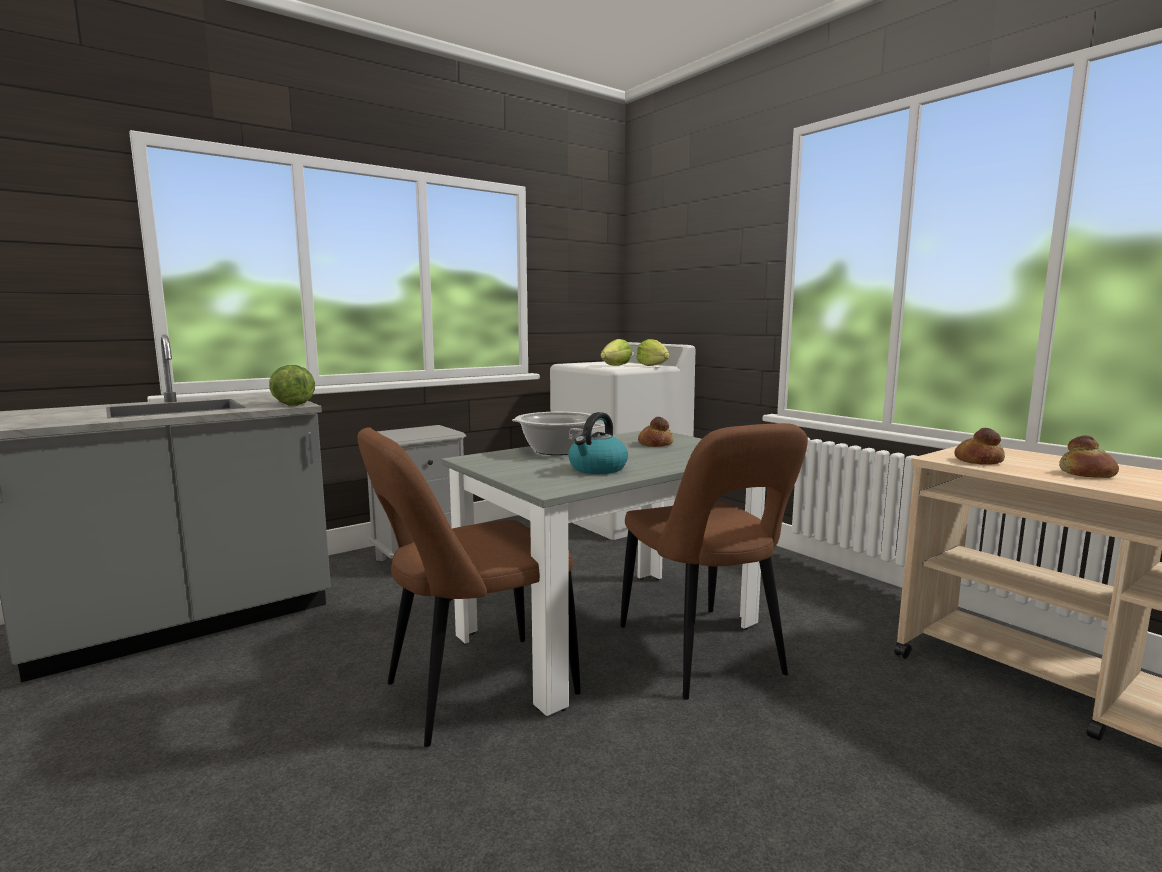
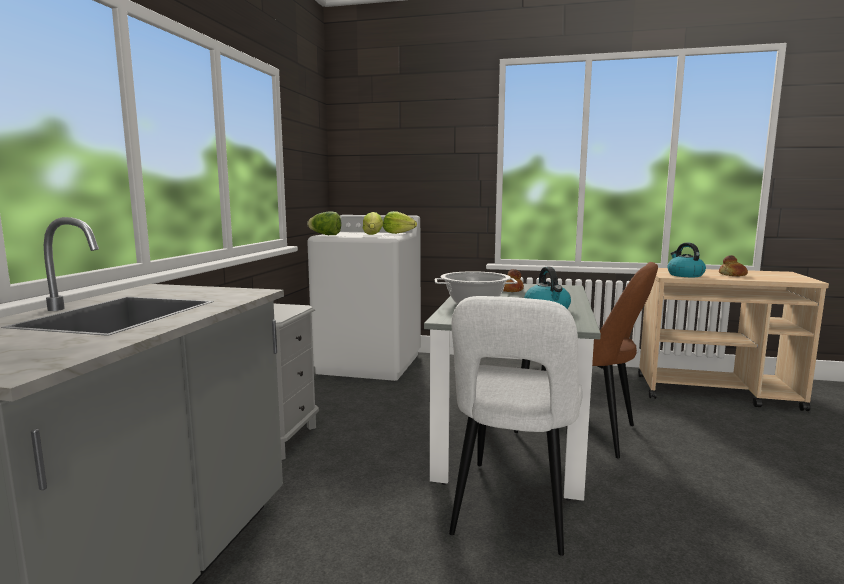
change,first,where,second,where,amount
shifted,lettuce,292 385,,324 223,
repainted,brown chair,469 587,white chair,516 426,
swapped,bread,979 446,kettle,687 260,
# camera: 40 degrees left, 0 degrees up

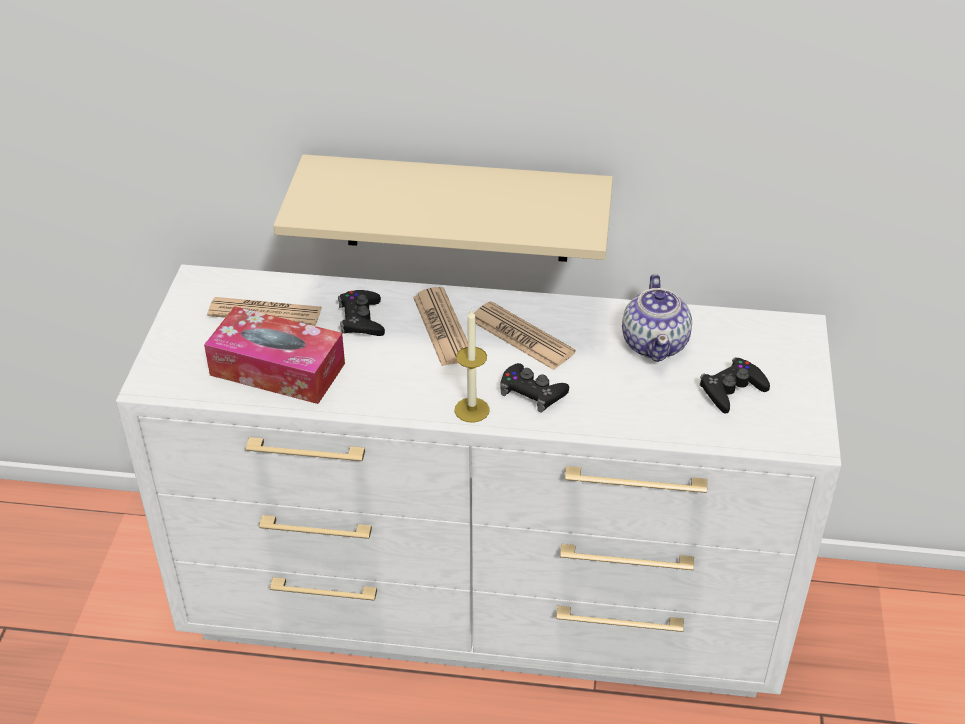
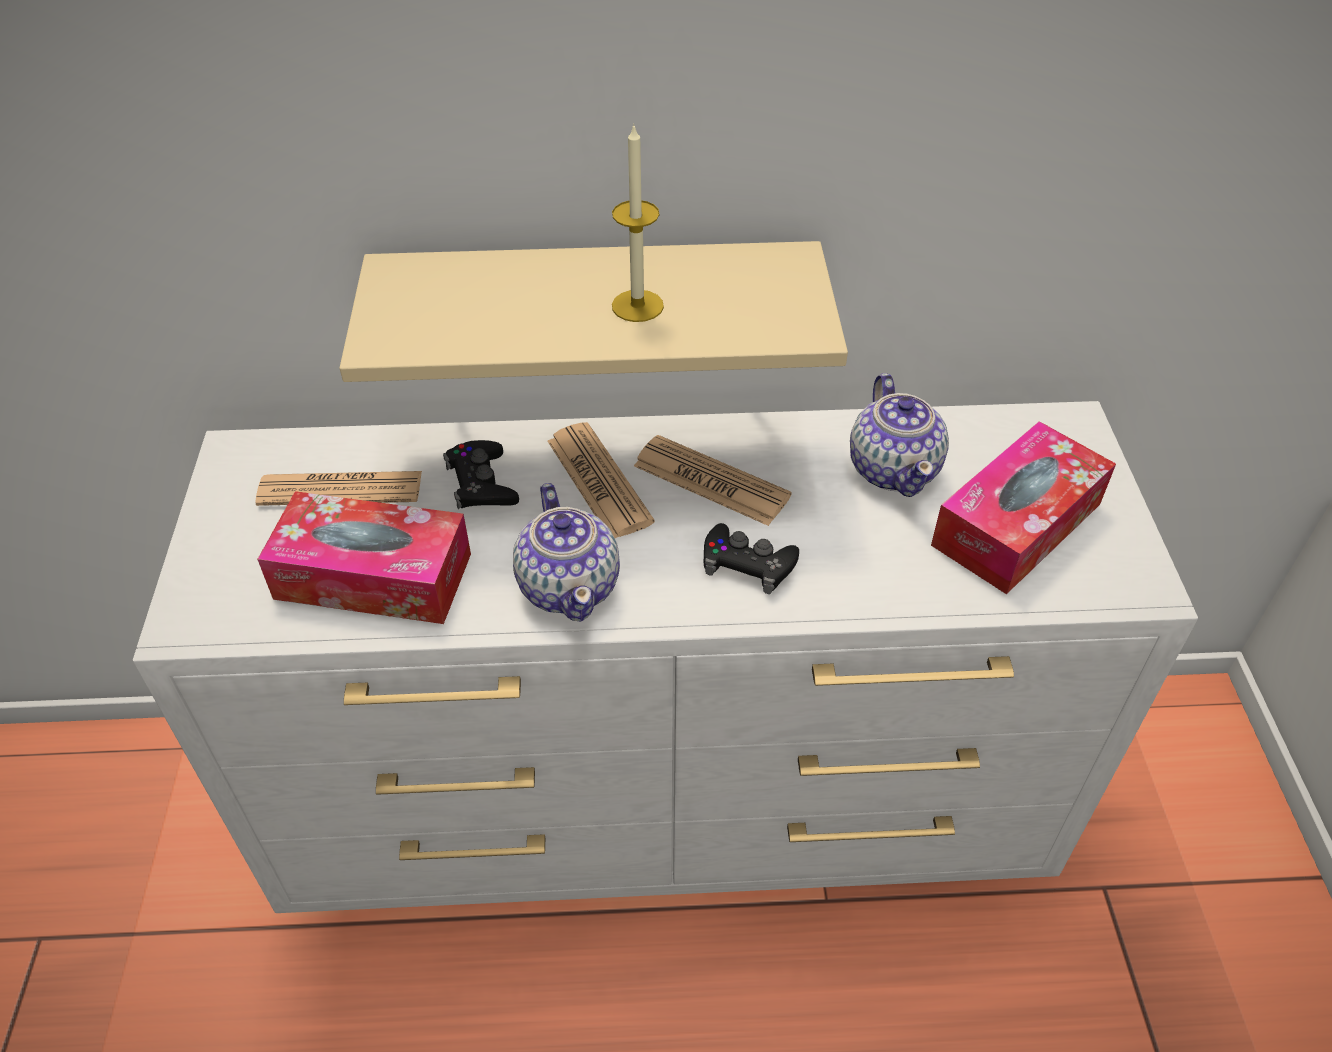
change,first,where,second,where,amount
shifted,candle,472 365,,638 222,
swapped,black game controller,735 385,tissue box,1023 507,
new,,,teapot,566 552,
# camera: 10 degrees left, 5 degrees up

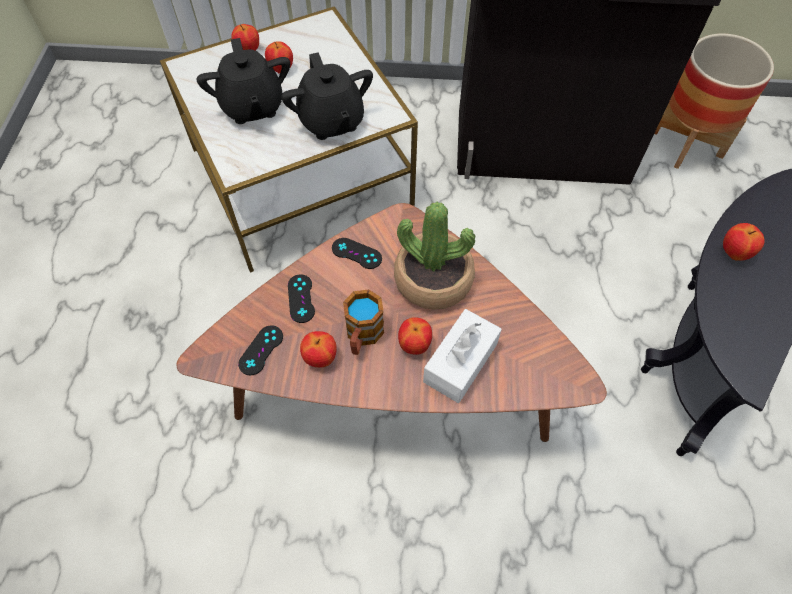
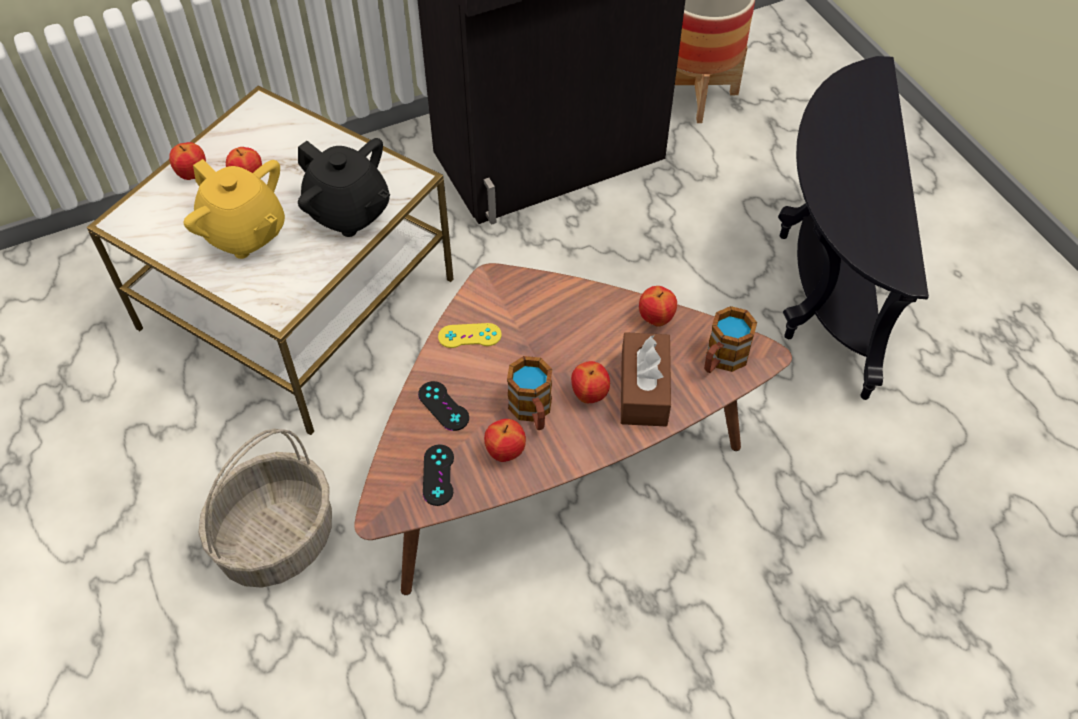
change,first,where,second,where,amount
repainted,black teapot,243 81,yellow teapot,234 209,
gone,potted plant,434 256,,,
shifted,apple,744 242,,658 306,
repainted,black game controller,357 253,yellow game controller,470 335,
repainted,white tissue box,462 356,brown tissue box,646 379,
new,,,mug,730 339,
new,,,basket,265 508,
# camera: 30 degrees left, 5 degrees down

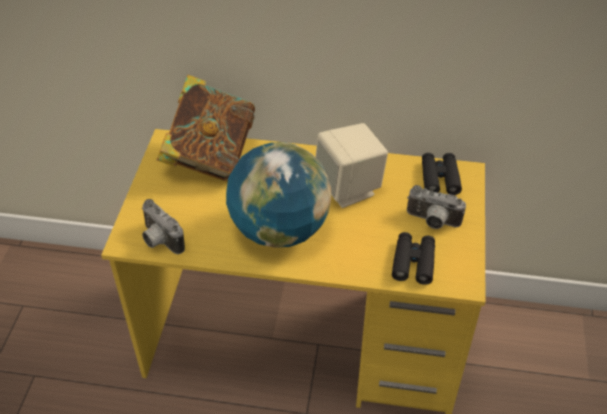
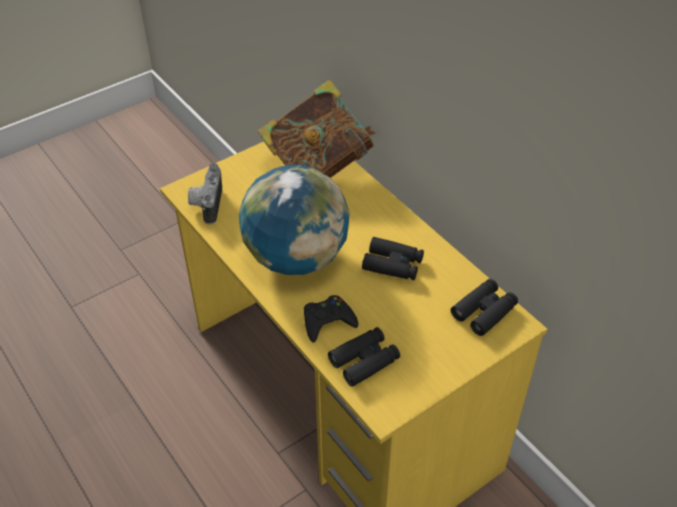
change,first,where,second,where,amount
swapped,beige speaker,352 165,black binoculars,393 258,
gone,photo camera,436 207,,,
new,,,black game controller,331 319,
# camera: 45 degrees right, 0 degrees up

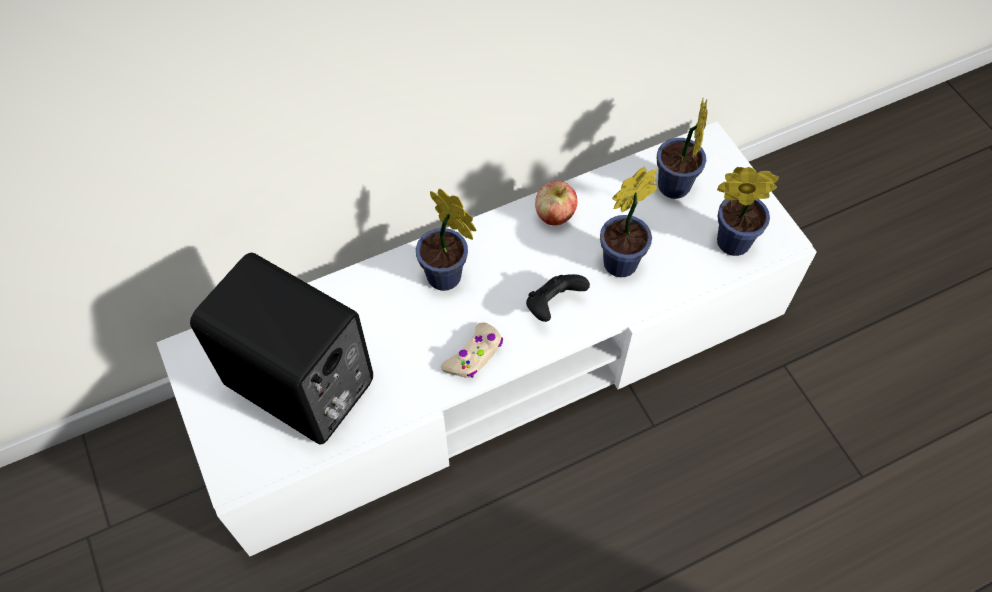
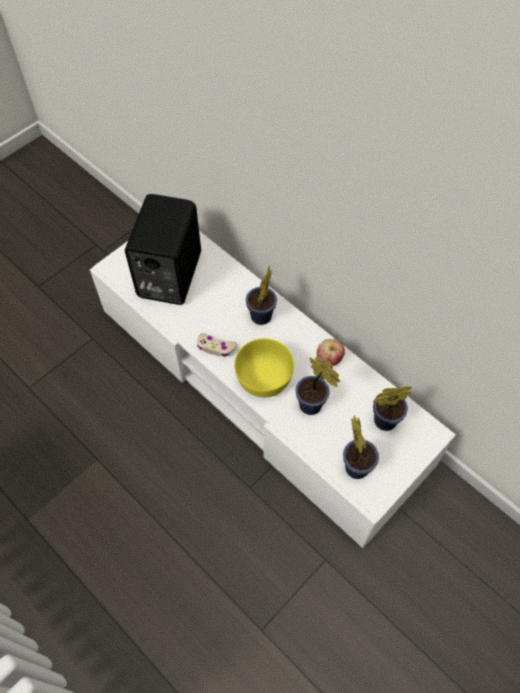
change,first,where,second,where,amount
swapped,black game controller,558 298,yellow bowl,264 367,
# camera: 70 degrees right, 0 degrees up

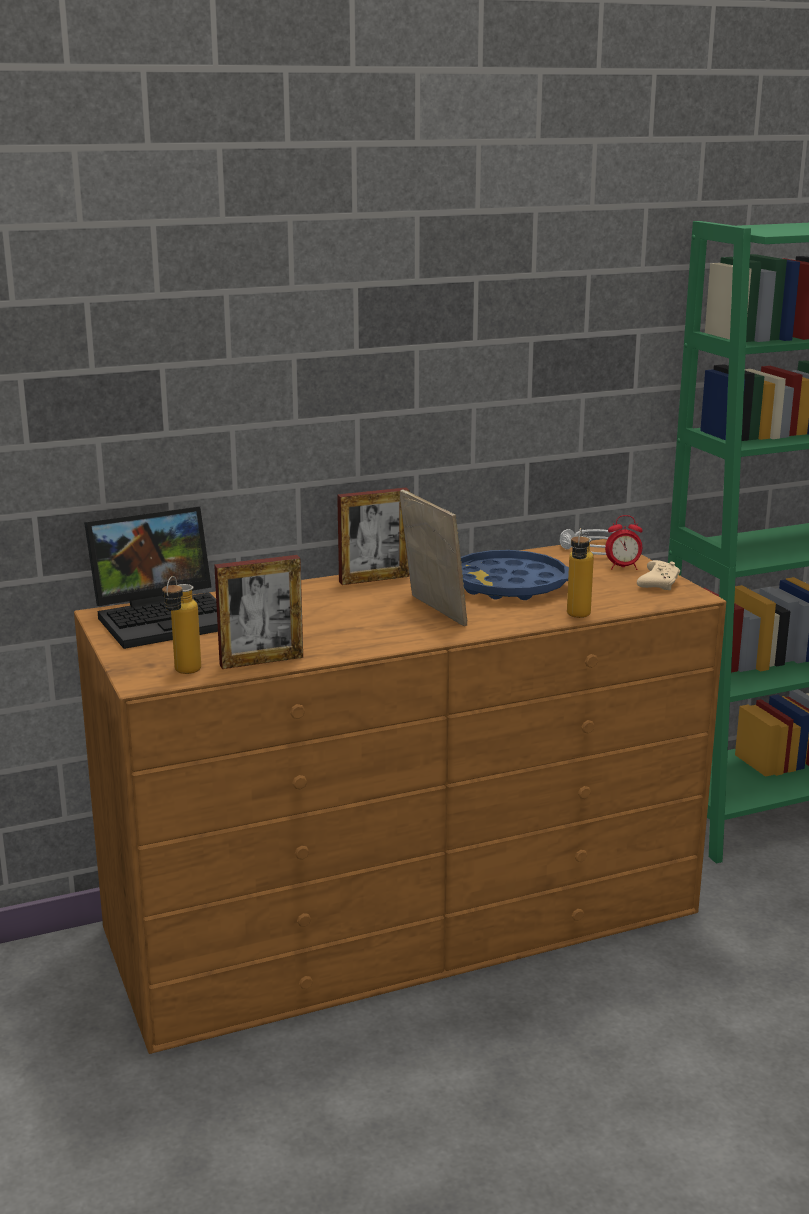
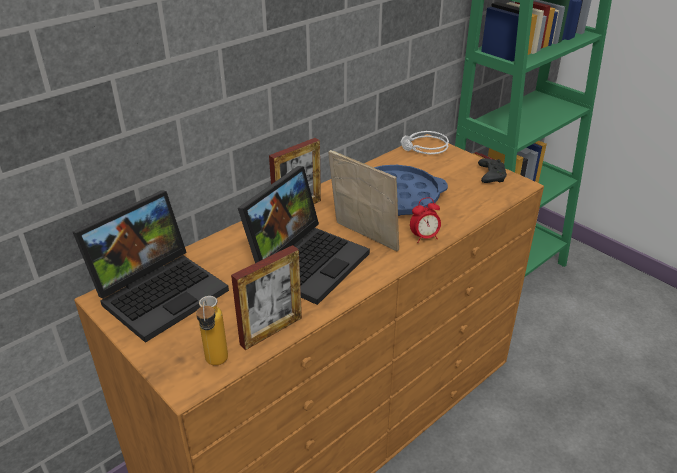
change,first,where,second,where,amount
shifted,alarm clock,624 542,,425 220,
gone,bottle,580 573,,,
repainted,beige game controller,658 575,black game controller,492 170,
new,,,laptop,304 235,
# camera: 20 degrees left, 15 degrees up

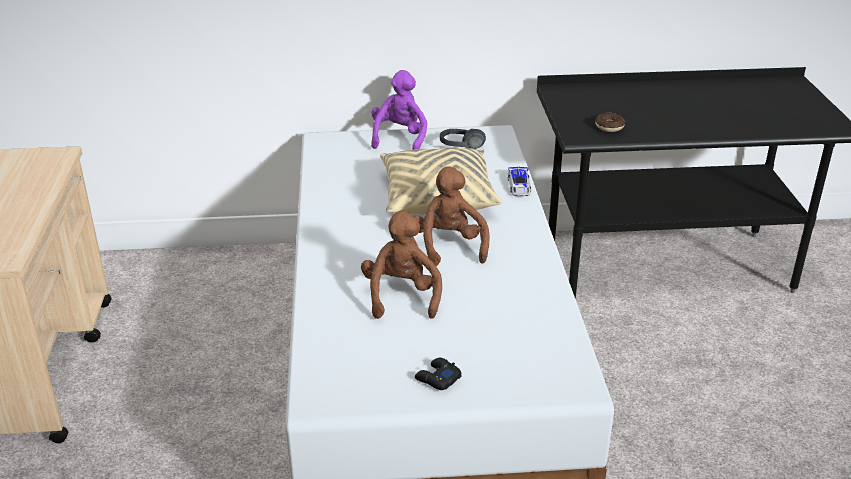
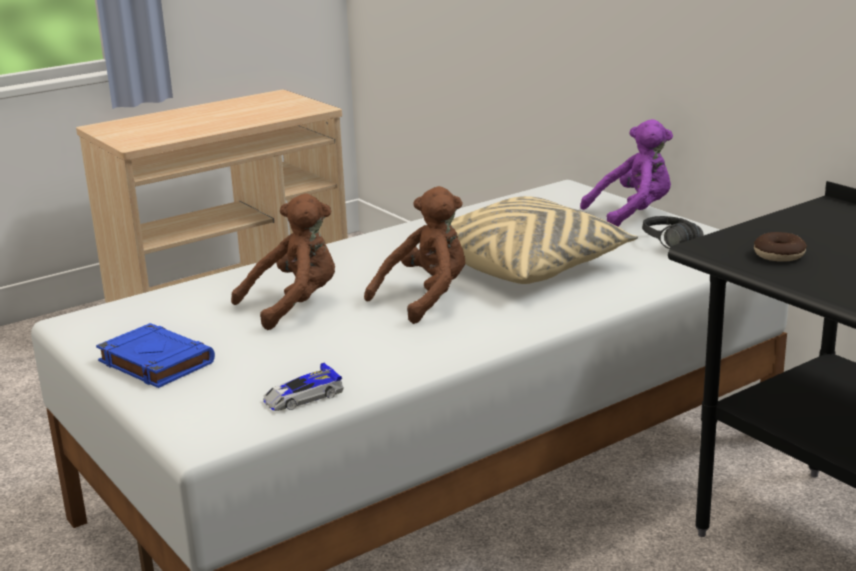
change,first,where,second,where,amount
shifted,toy car,519 182,,303 387,
swapped,black game controller,438 374,blue book,155 355,
# camera: 60 degrees right, 10 degrees down

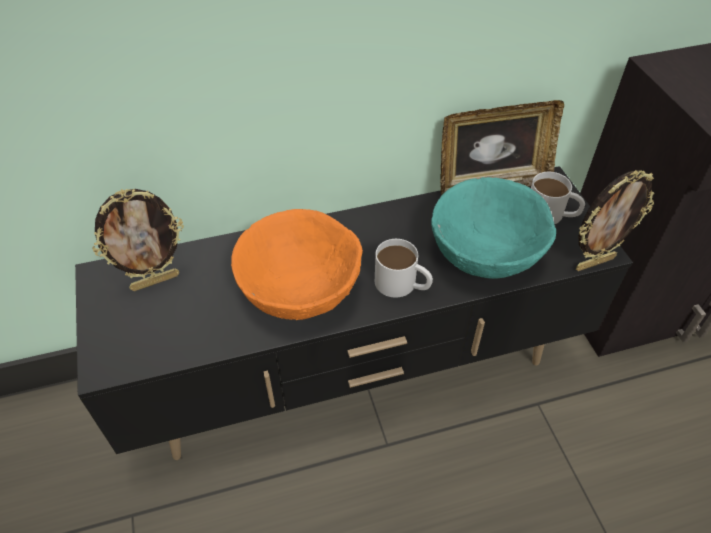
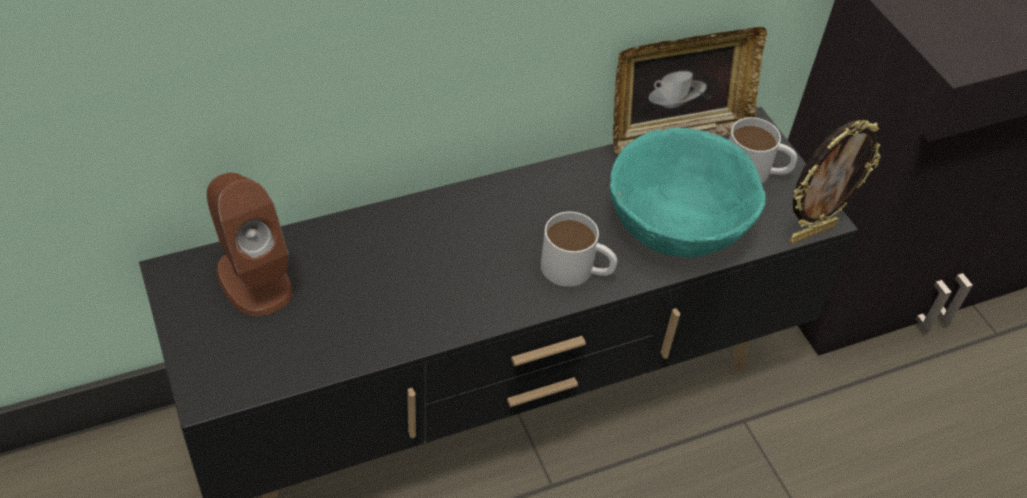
change,first,where,second,where,amount
swapped,picture frame,138 240,brown speaker,250 244,
gone,orange bowl,297 264,,,
# camera: 10 degrees left, 0 degrees up

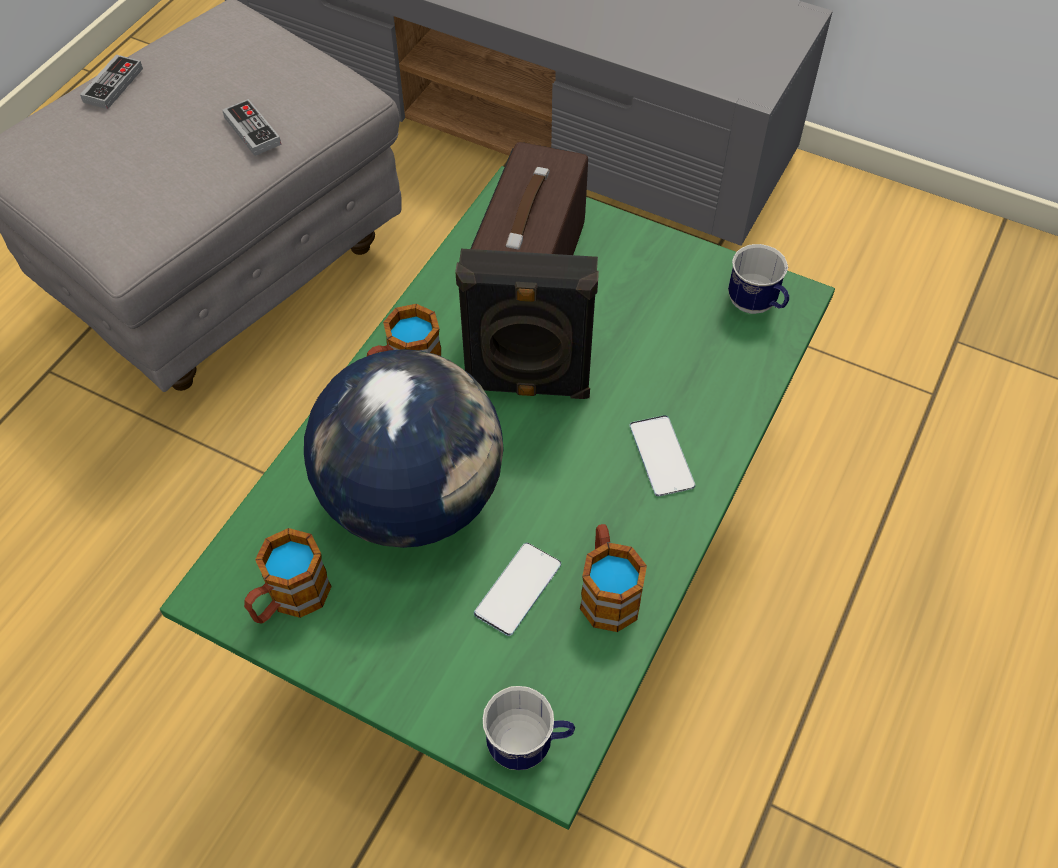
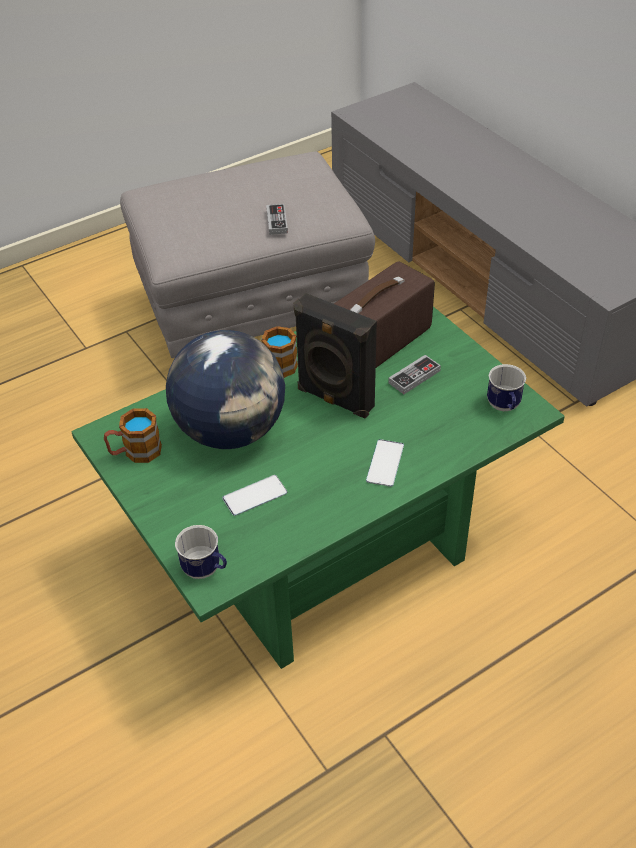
change,first,where,second,where,amount
shifted,game controller,111 82,,414 374,
gone,mug,613 578,,,
# camera: 30 degrees right, 10 degrees down

